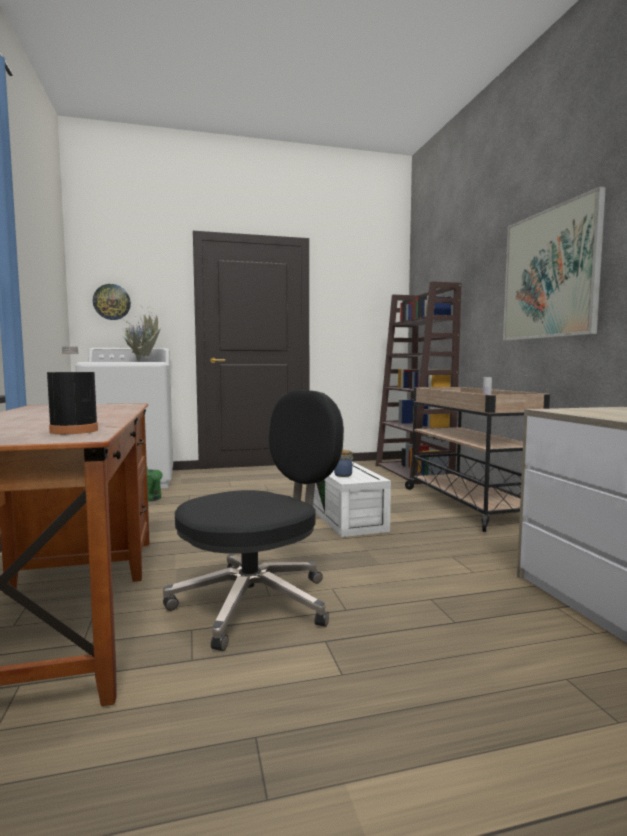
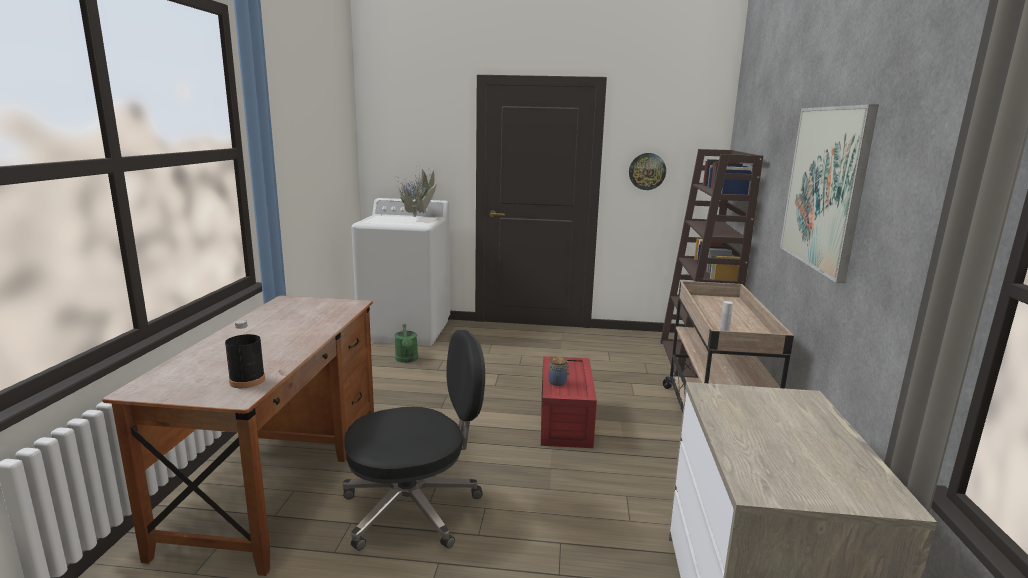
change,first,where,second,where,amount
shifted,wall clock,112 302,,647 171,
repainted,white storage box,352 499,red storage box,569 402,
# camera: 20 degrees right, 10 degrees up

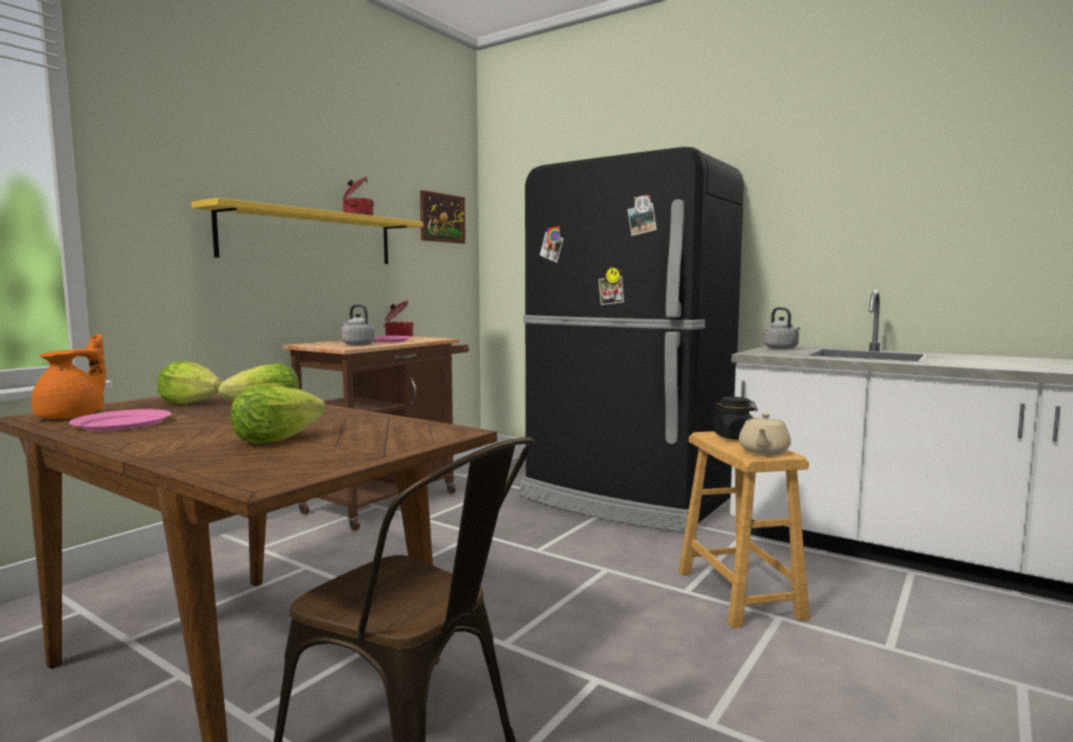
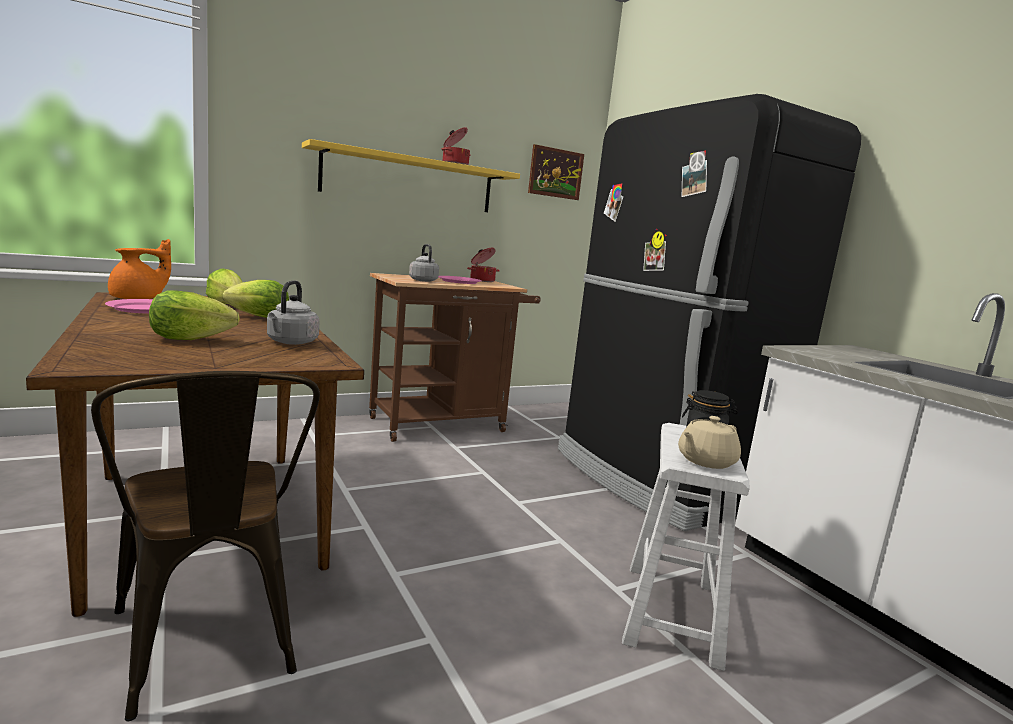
change,first,where,second,where,amount
shifted,grey kettle,782 328,,293 312,
repainted,brown stool,744 529,white stool,685 547,
# camera: 25 degrees right, 5 degrees up

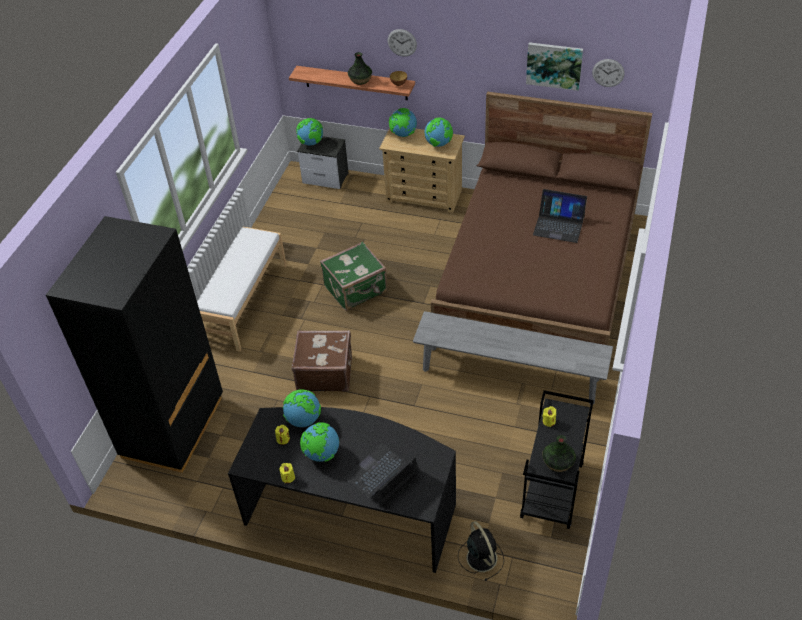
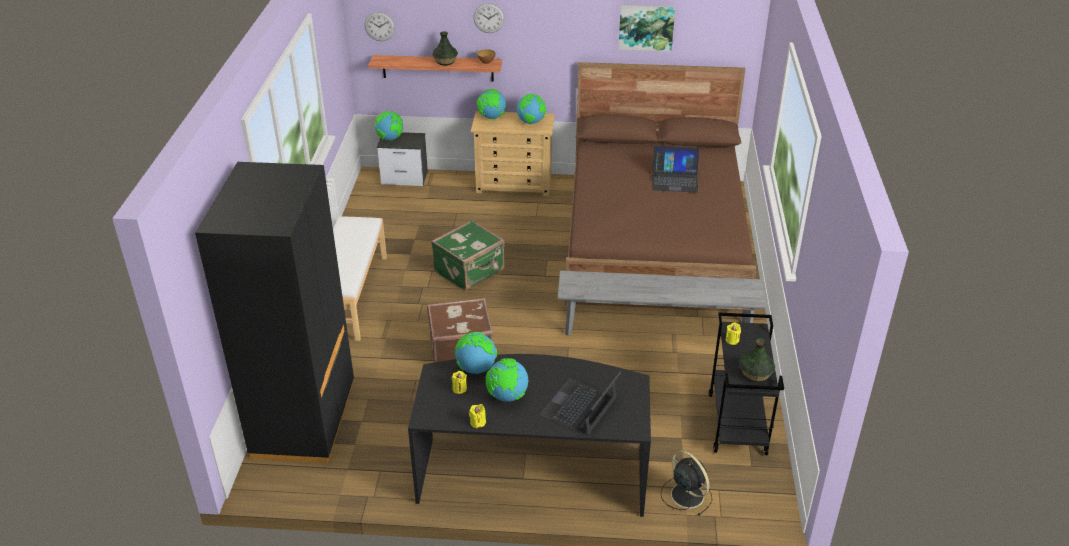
change,first,where,second,where,amount
shifted,wall clock,608 73,,379 26,
# camera: 15 degrees left, 10 degrees down

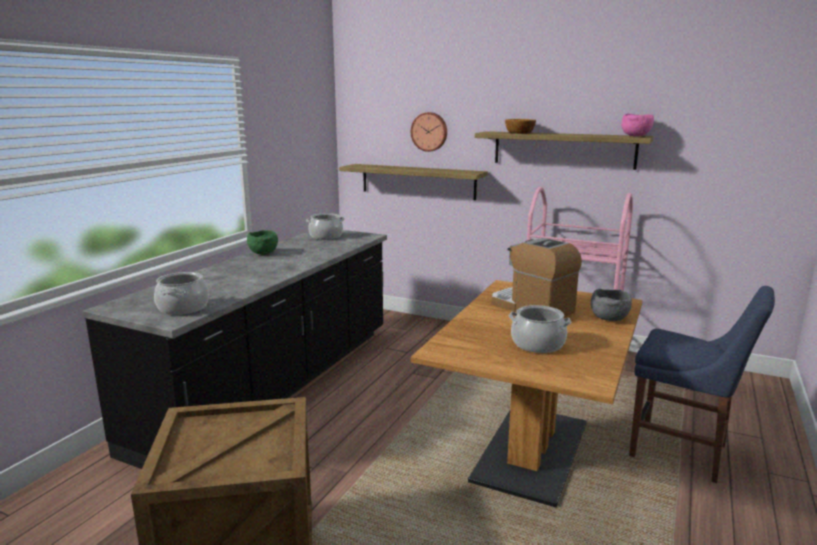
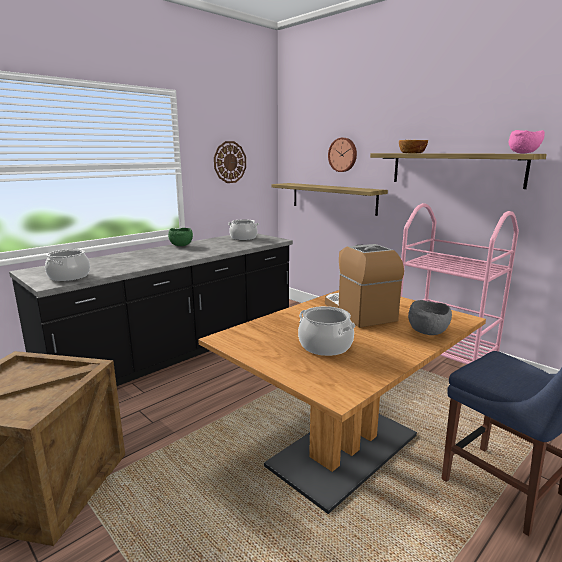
change,first,where,second,where,amount
new,,,wall clock,230 162,
# camera: 20 degrees right, 0 degrees up

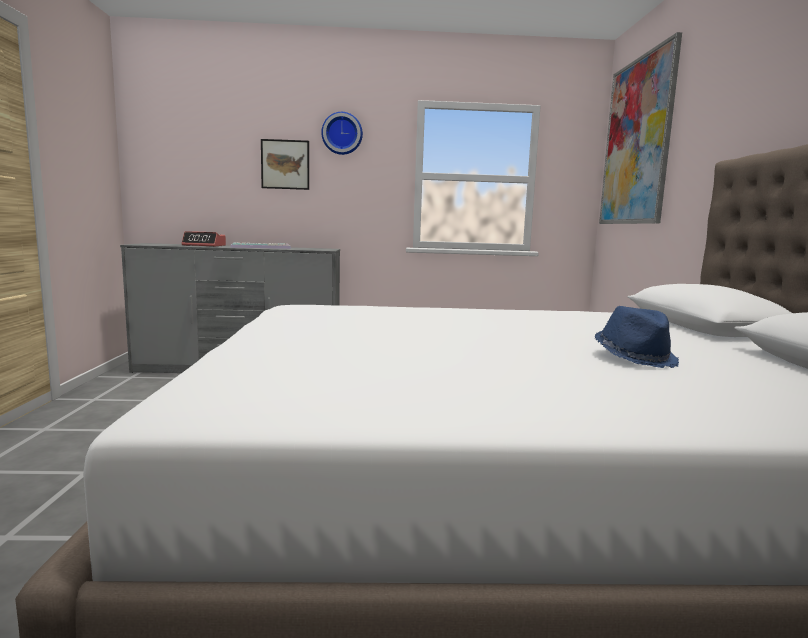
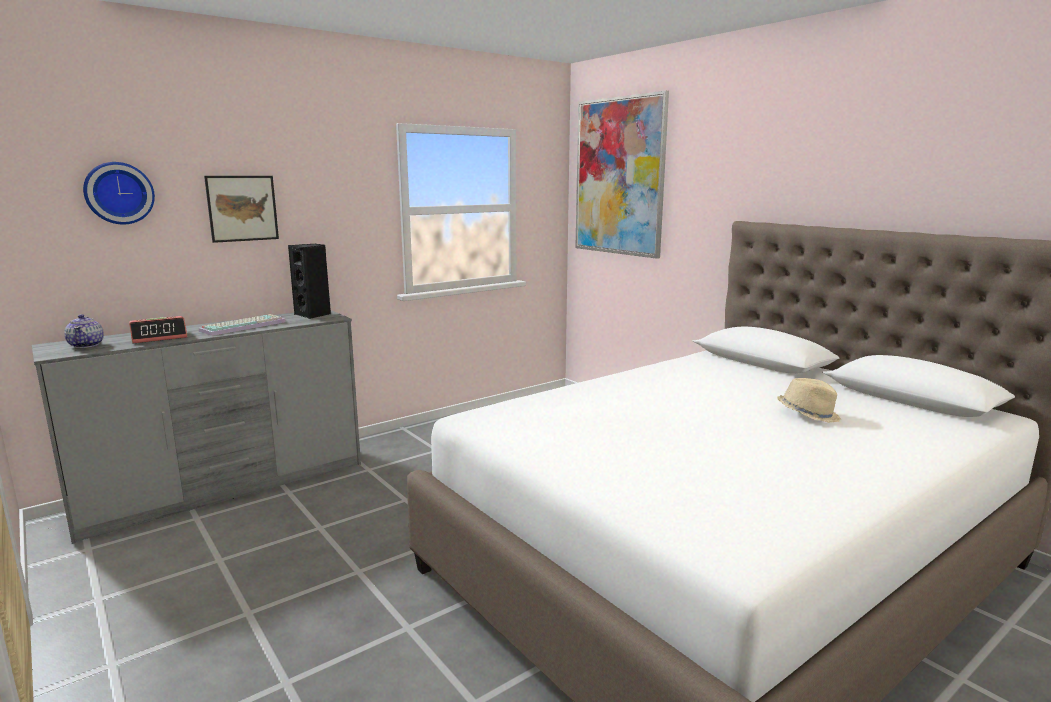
change,first,where,second,where,amount
shifted,wall clock,342 133,,119 193,
repainted,blue hat,637 337,beige hat,809 400,
new,,,black speaker,309 281,
new,,,teapot,84 331,
# camera: 35 degrees left, 5 degrees up

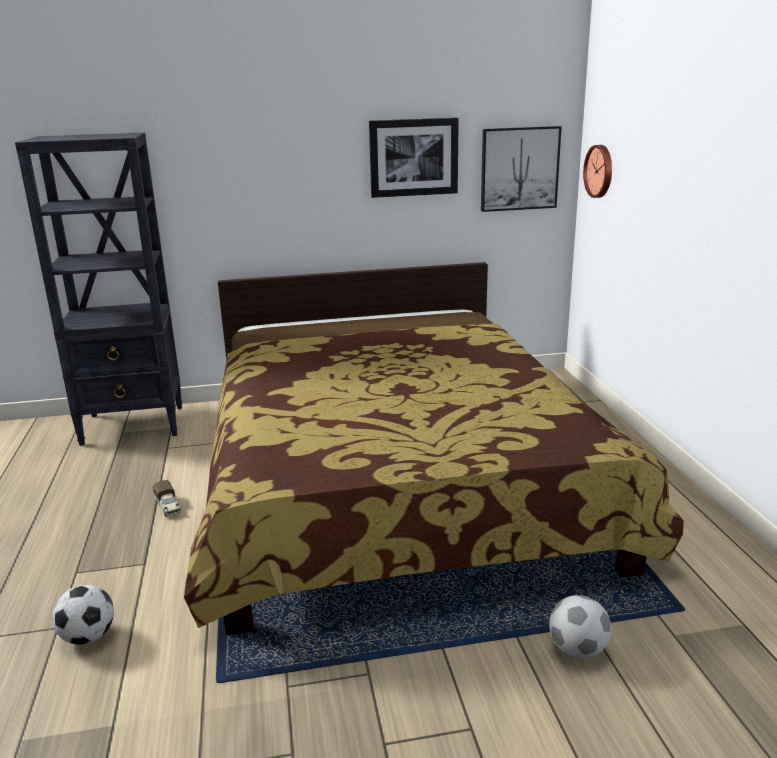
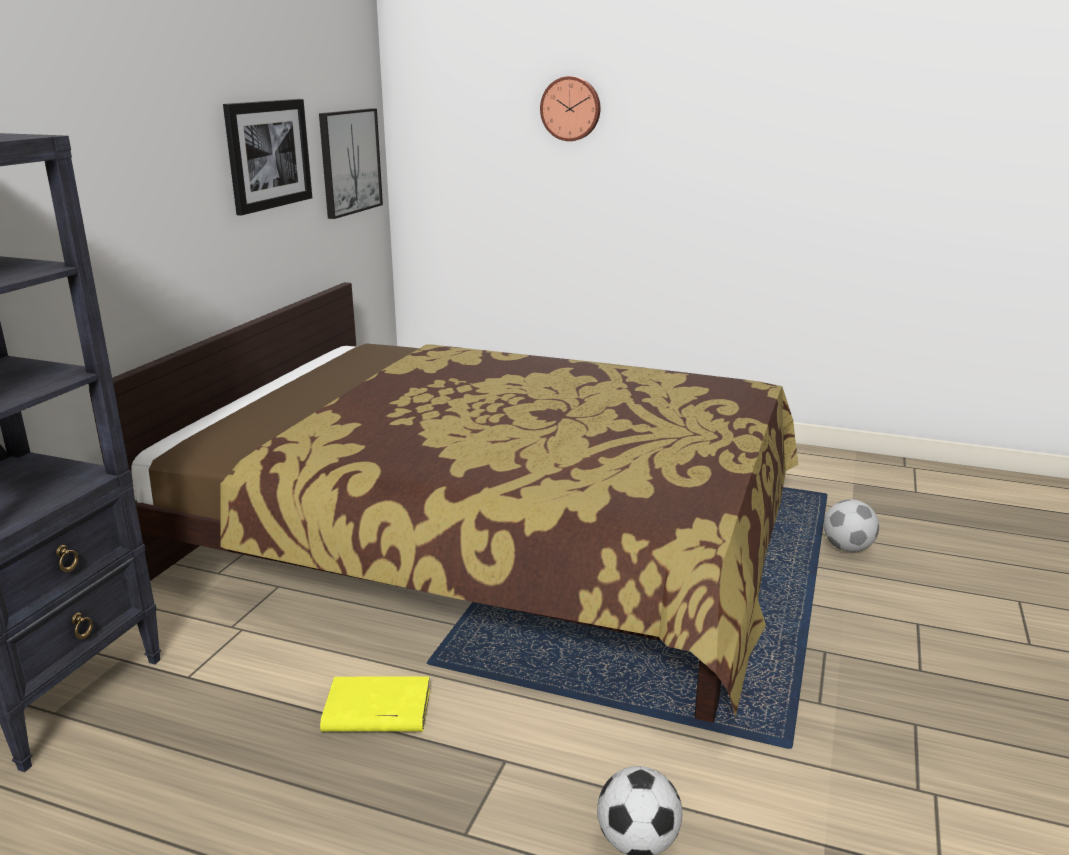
change,first,where,second,where,amount
shifted,wall clock,597 171,,570 108,
swapped,toy truck,167 498,yellow book,375 704,
# camera: 60 degrees left, 0 degrees up

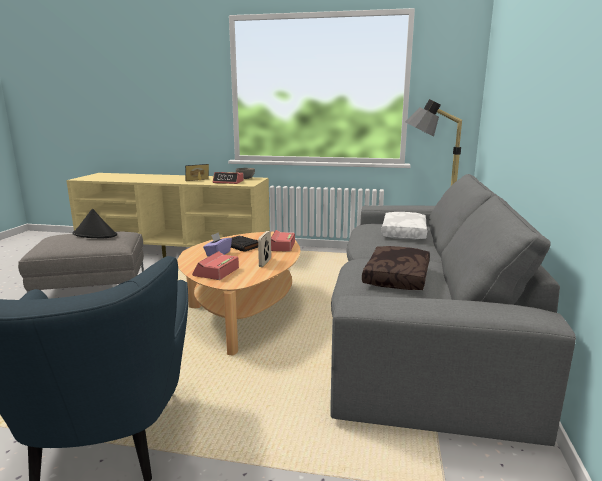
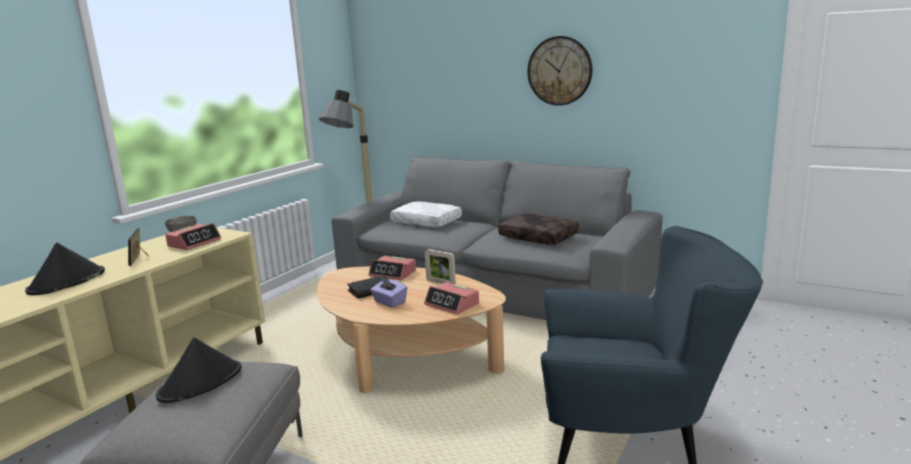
change,first,where,second,where,amount
new,,,wall clock,559 71,
new,,,black hat,65 269,
# camera: 70 degrees left, 0 degrees up

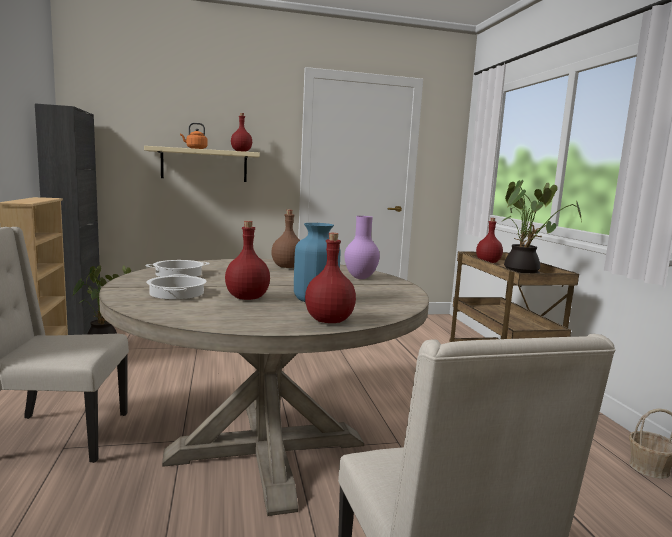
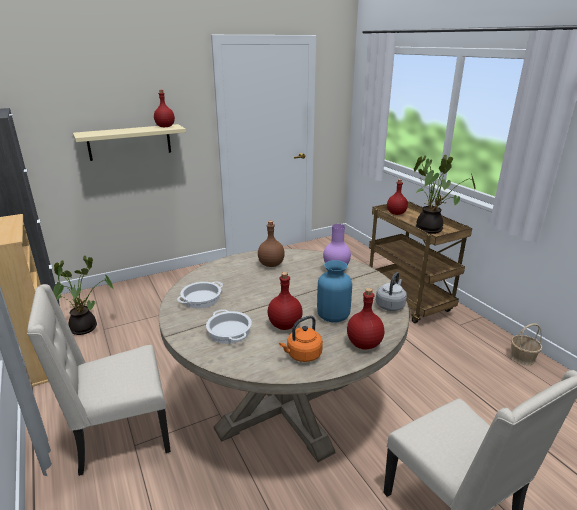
change,first,where,second,where,amount
shifted,orange kettle,194 136,,301 338,
new,,,grey kettle,391 291,
# camera: 15 degrees left, 15 degrees up

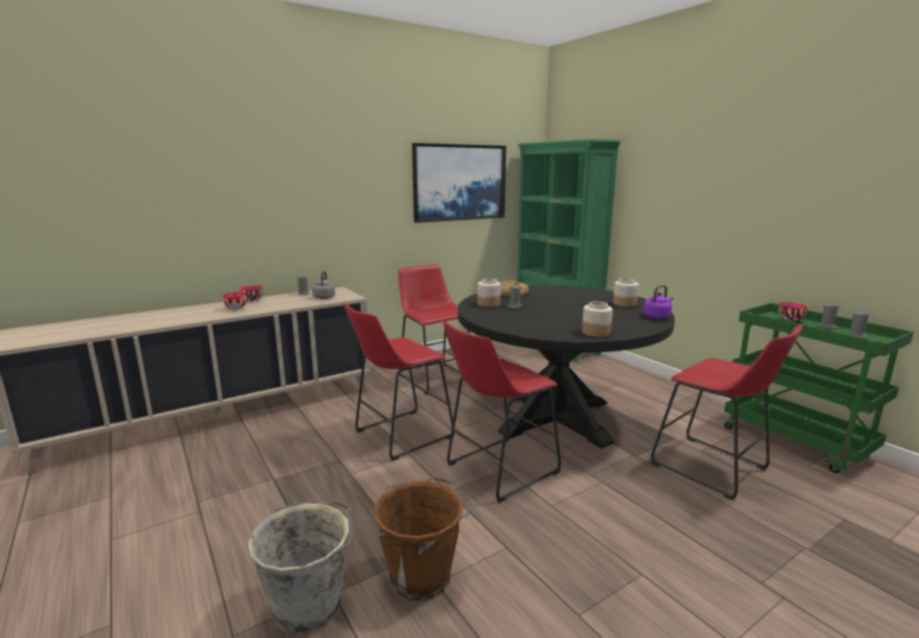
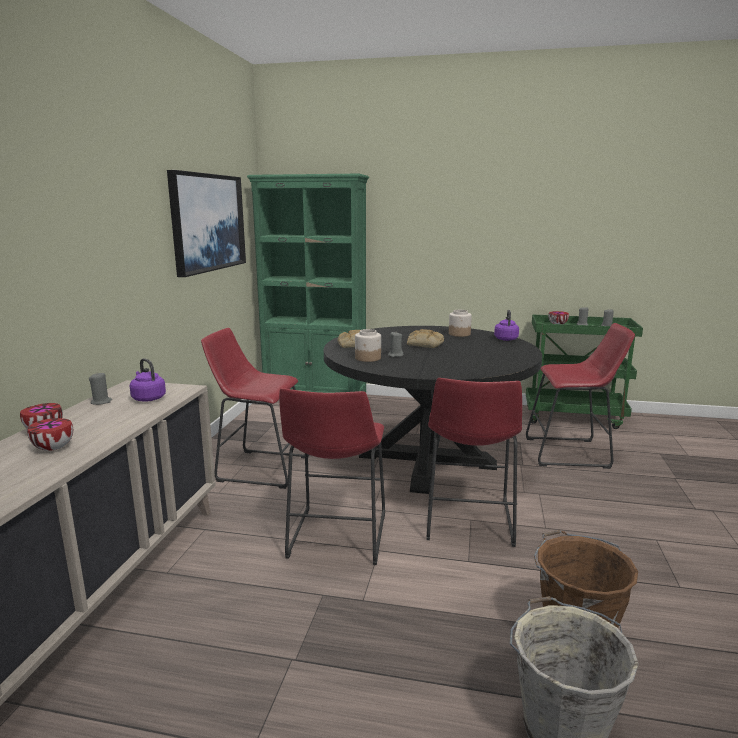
change,first,where,second,where,amount
repainted,grey kettle,323 285,purple kettle,148 379,
gone,jar,597 319,,,
new,,,bread,425 338,
# camera: 45 degrees left, 0 degrees up

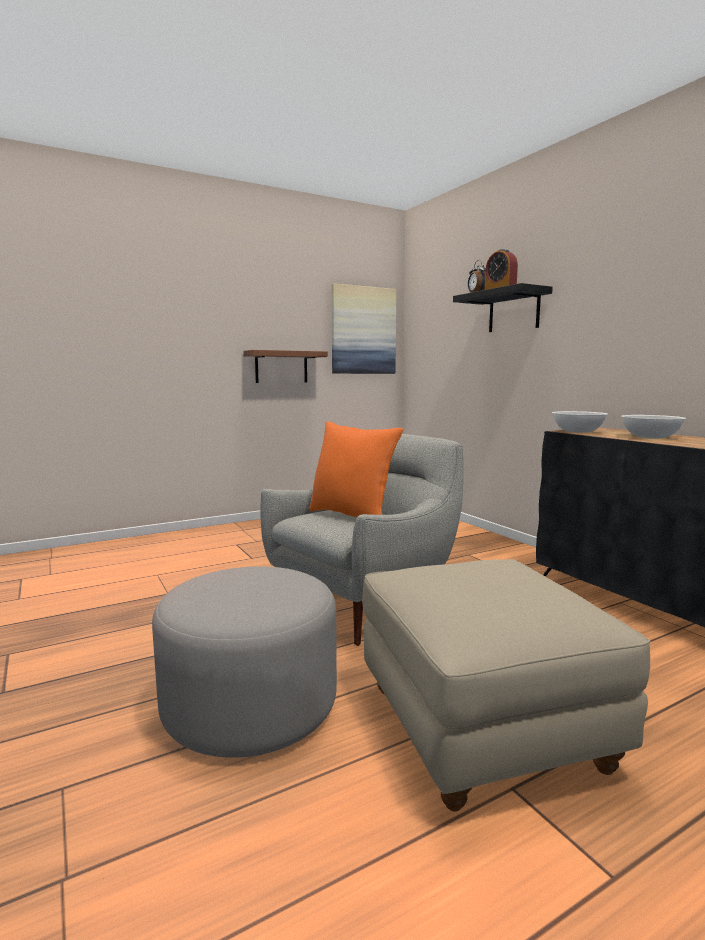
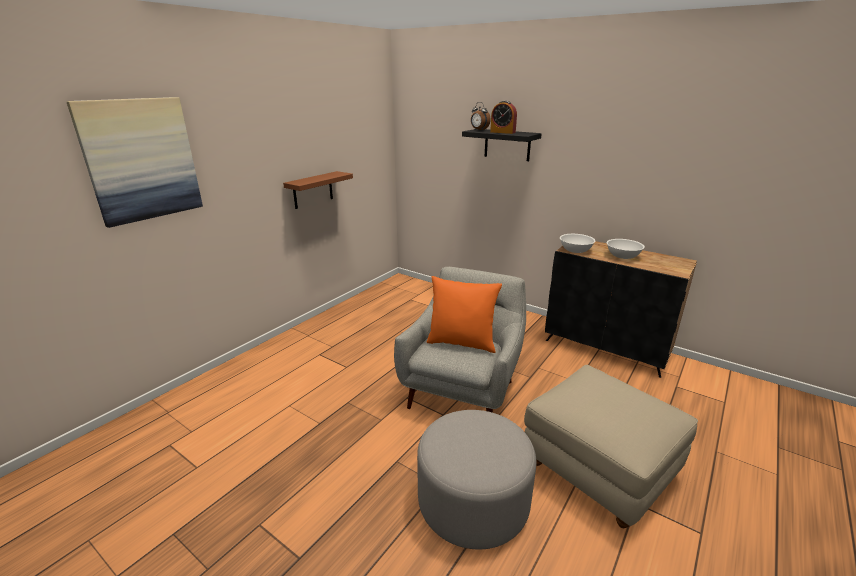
change,first,where,second,where,amount
shifted,picture,364 328,,134 162,
# camera: 25 degrees left, 15 degrees up

